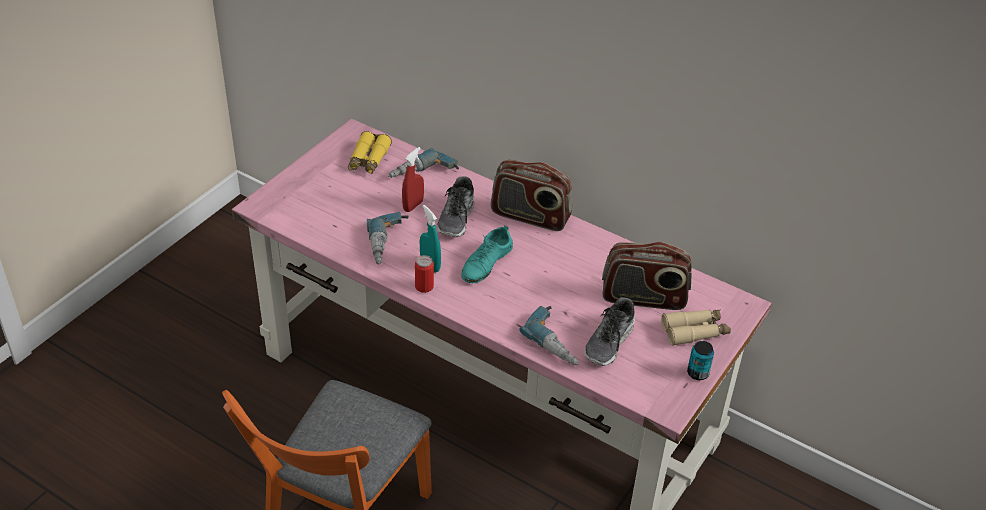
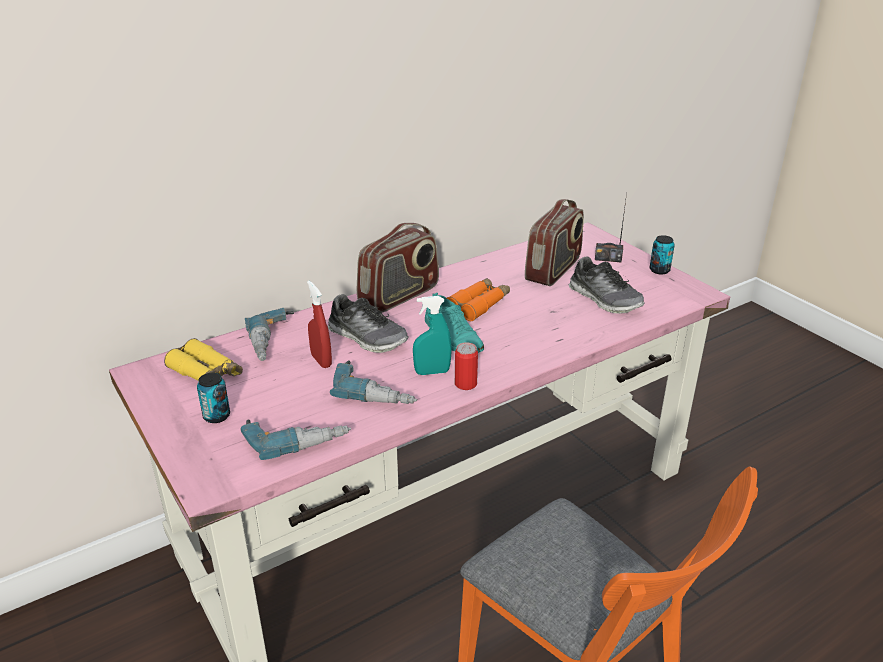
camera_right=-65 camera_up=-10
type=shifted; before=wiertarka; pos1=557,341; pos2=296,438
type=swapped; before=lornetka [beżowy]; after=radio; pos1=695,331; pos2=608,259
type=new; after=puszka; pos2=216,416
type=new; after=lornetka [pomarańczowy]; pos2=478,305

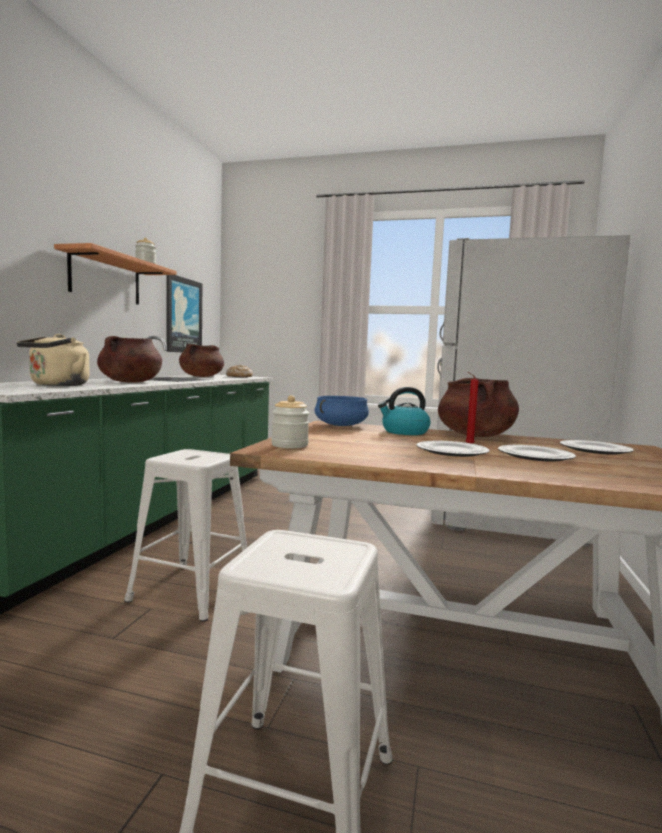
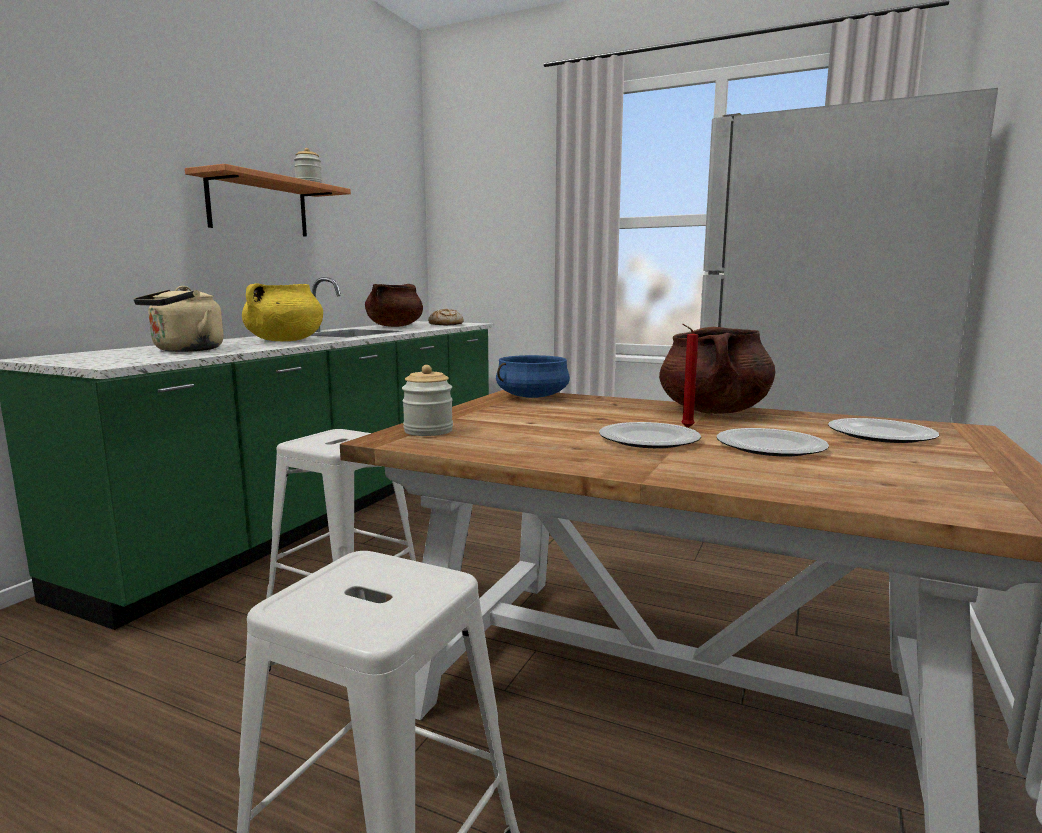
camera_right=10 camera_up=5
type=repainted; before=garnek [brązowy]; after=garnek [żółty]; pos1=130,382; pos2=285,341
type=gone; before=obraz; pos1=183,315
type=gone; before=czajnik; pos1=404,432

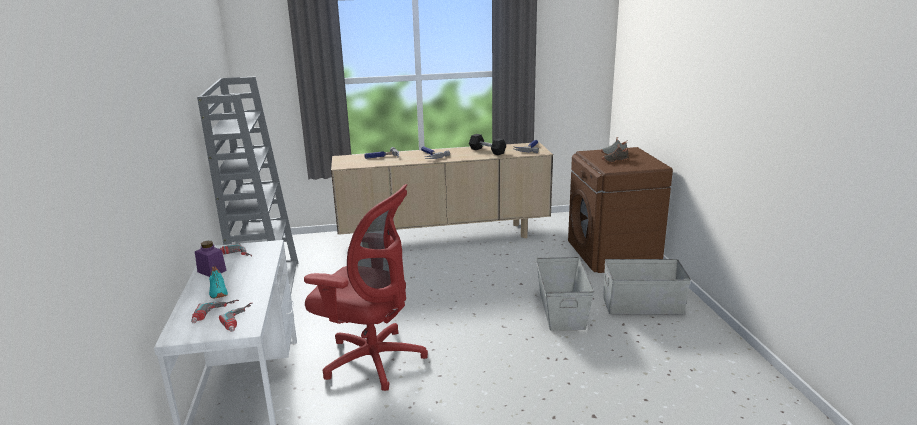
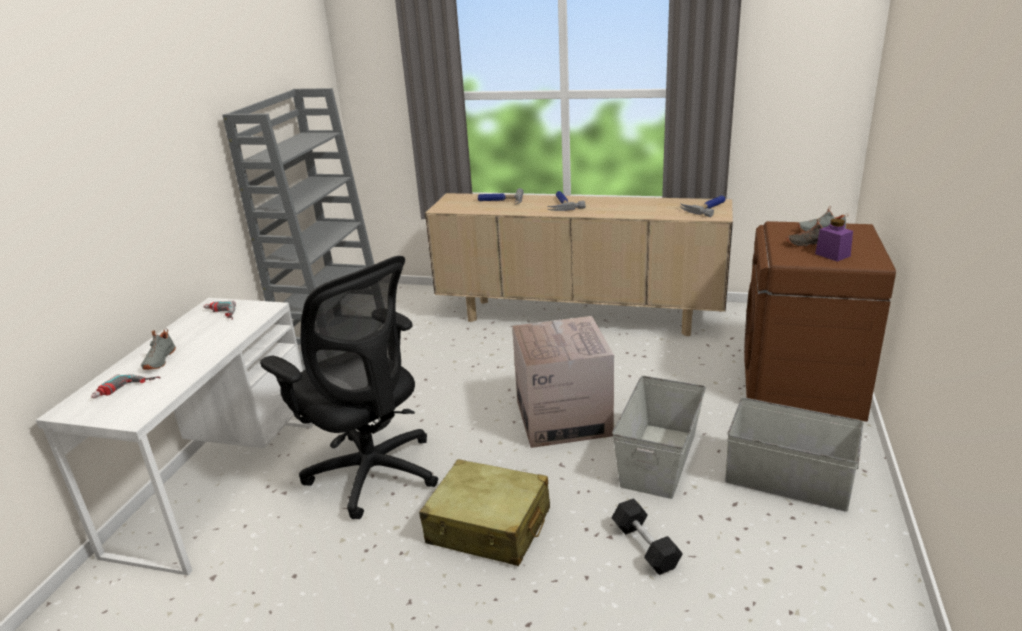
camera_right=25 camera_up=5
type=shifted; before=słoik [fioletowy]; pos1=212,271; pos2=832,255
type=repainted; before=but [turkusowy]; after=but [szary]; pos1=217,291; pos2=158,360
type=gone; before=wiertarka; pos1=242,320
type=repainted; before=krzesło biurowe [czerwony]; after=krzesło biurowe [czarny]; pos1=367,360; pos2=367,471
type=shifted; before=hantel [czarny]; pos1=487,151; pos2=645,546
type=new; after=walizka [beżowy]; pos2=489,526
type=new; after=karton; pos2=563,418

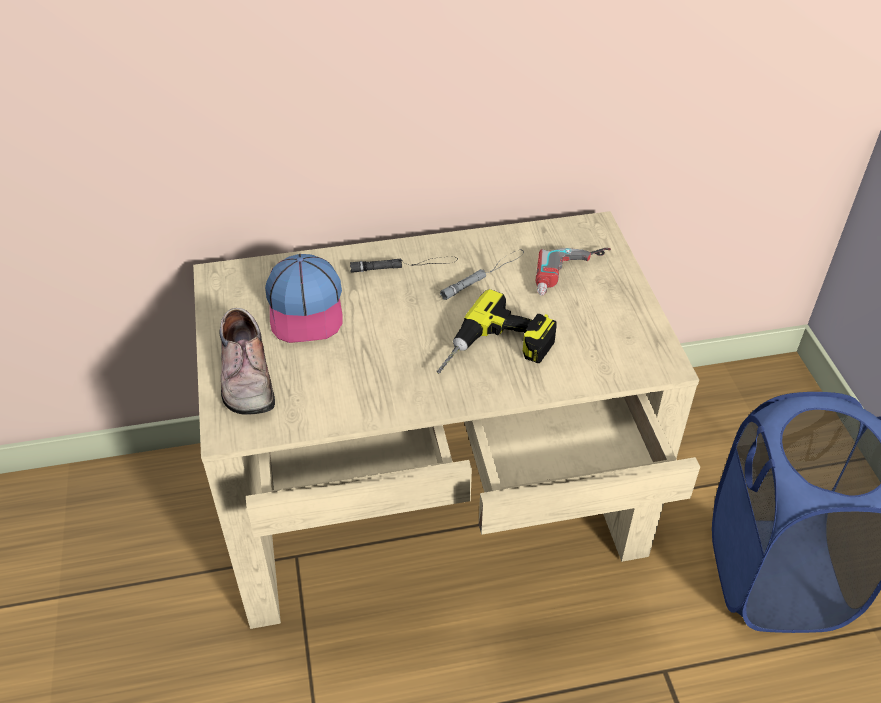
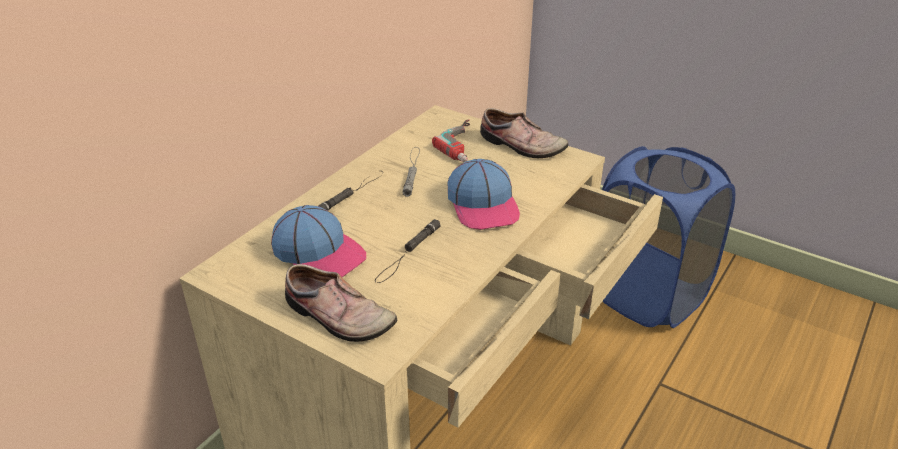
camera_right=-45 camera_up=-10
type=swapped; before=wiertarka; after=czapka z daszkiem; pos1=496,352; pos2=483,205
type=new; after=latarka [czarny]; pos2=408,254
type=new; after=but; pos2=521,146

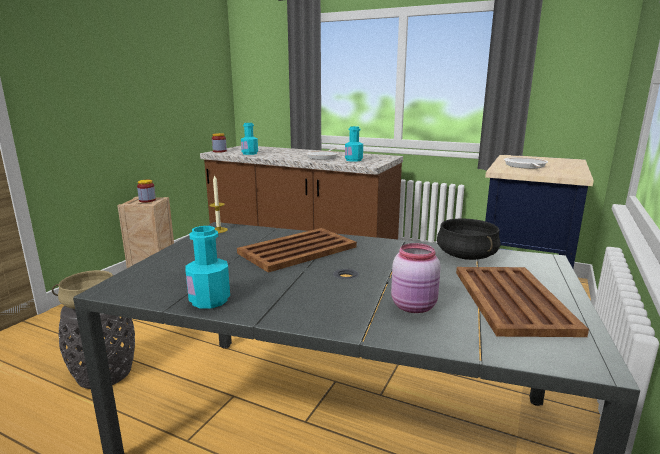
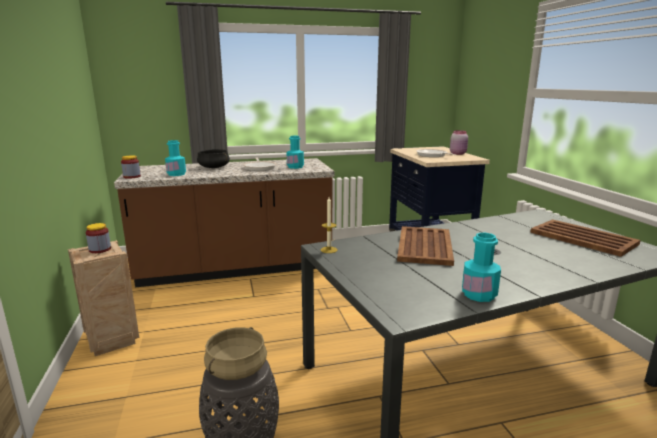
camera_right=-40 camera_up=0
type=shifted; before=słoik [różowy]; pos1=415,307; pos2=458,153
type=shifted; before=garnek [czarny]; pos1=467,256; pos2=214,167

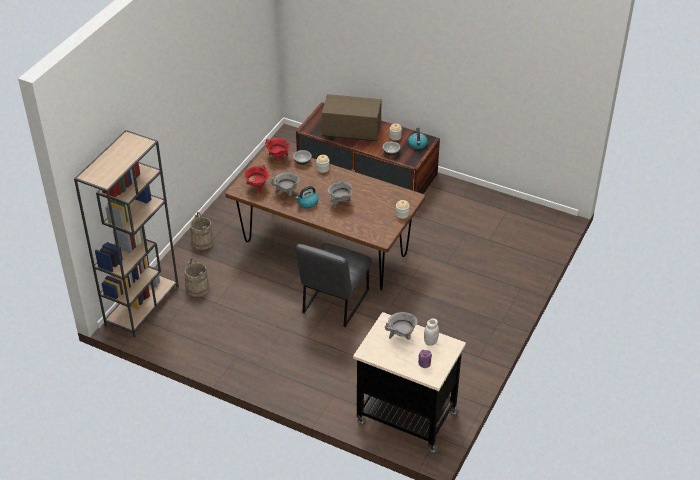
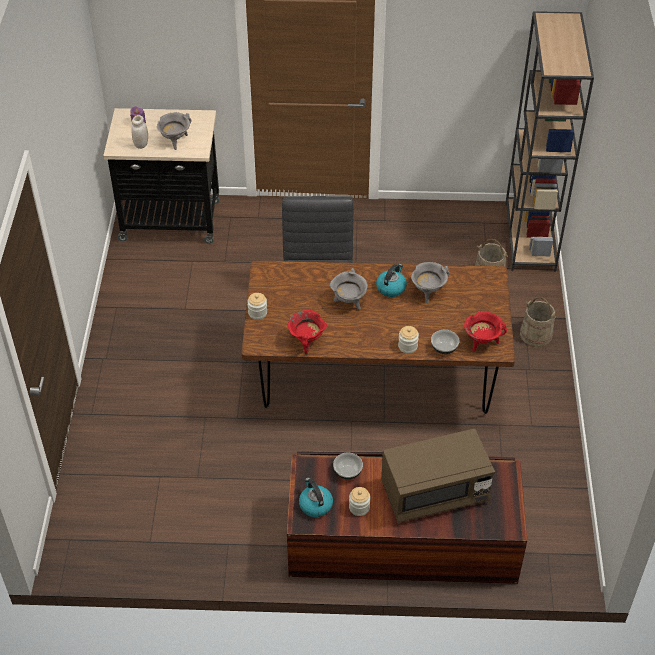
camera_right=155 camera_up=5
type=shifted; before=garnek [czerwony]; pos1=257,187; pos2=306,341

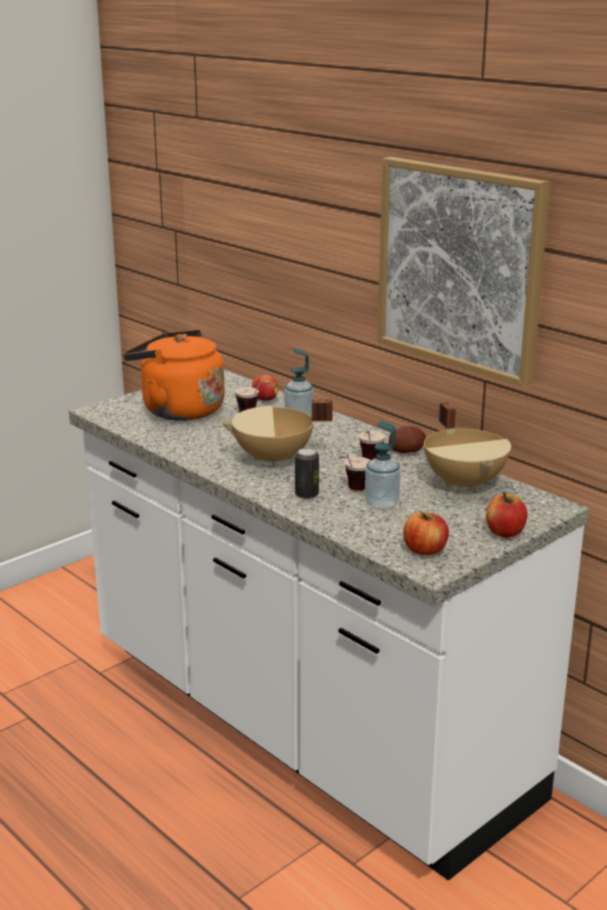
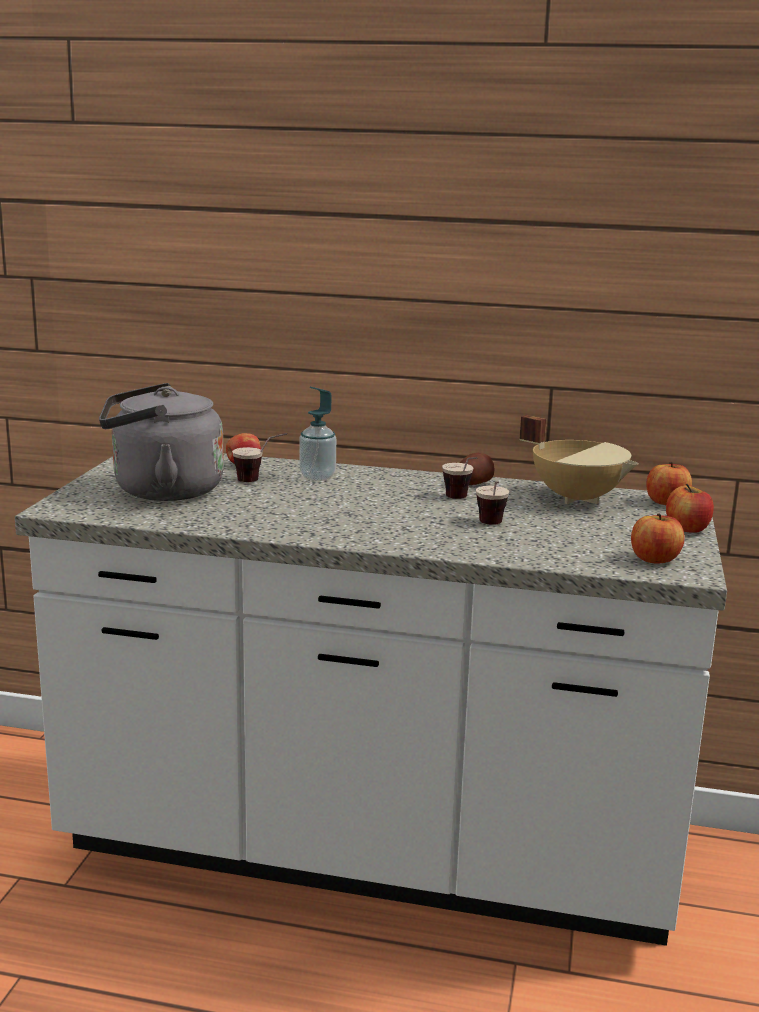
camera_right=-35 camera_up=-5
type=repainted; before=czajnik [pomarańczowy]; after=czajnik [szary]; pos1=178,410; pos2=161,491
type=gone; before=garnek [beżowy]; pos1=273,460
type=gone; before=puszka; pos1=307,494
type=gone; before=dozownik mydła; pos1=381,504
type=gone; before=obraz; pos1=460,267
type=new; after=jabłko; pos2=666,502

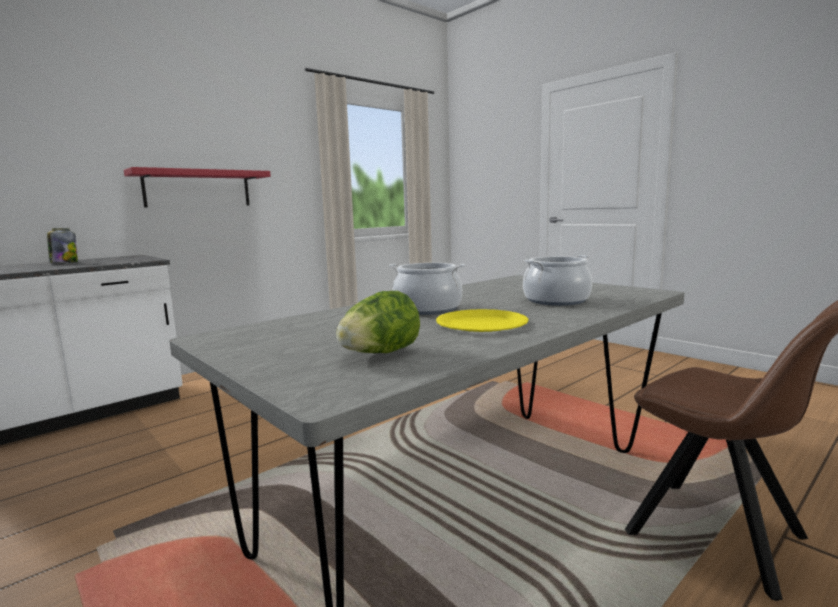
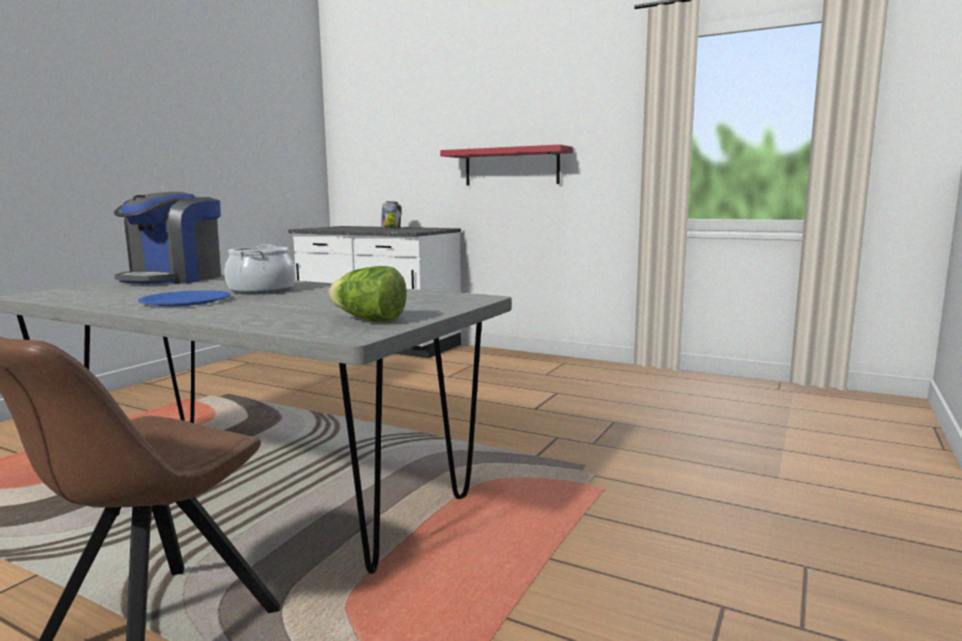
camera_right=70 camera_up=0
type=shifted; before=sałata; pos1=379,354; pos2=369,320
type=repainted; before=talerz [żółty]; after=talerz [niebieski]; pos1=481,323; pos2=186,301
type=gone; before=garnek; pos1=556,300
type=new; after=ekspres do kawy; pos2=174,279

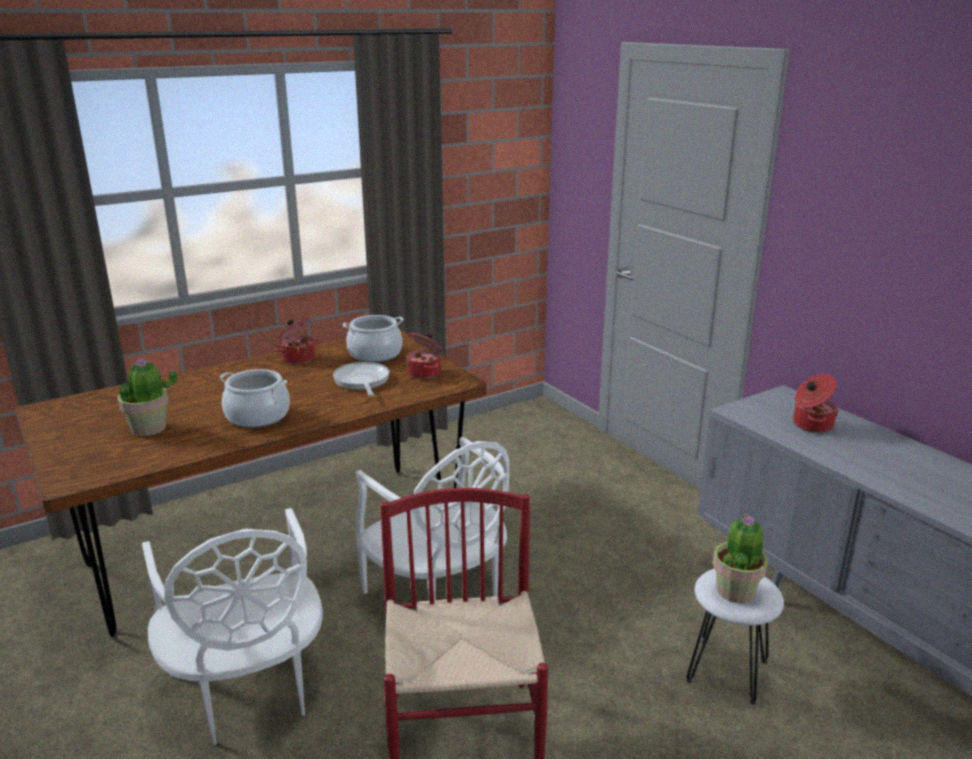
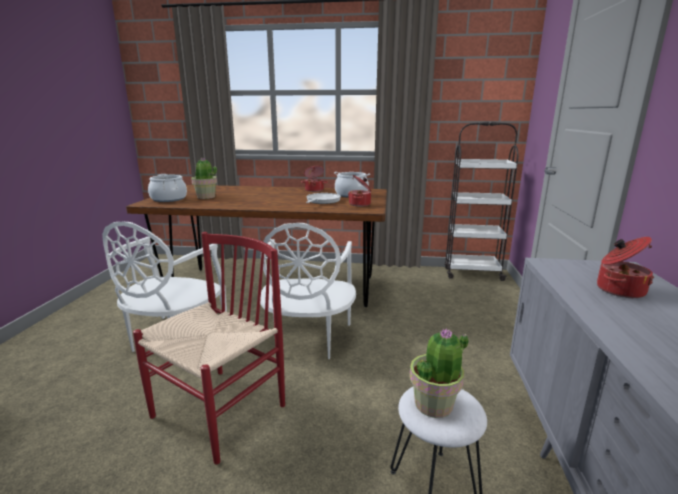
camera_right=40 camera_up=-5
type=shifted; before=garnek; pos1=258,416; pos2=169,199
type=new; after=wózek [biały]; pos2=472,274

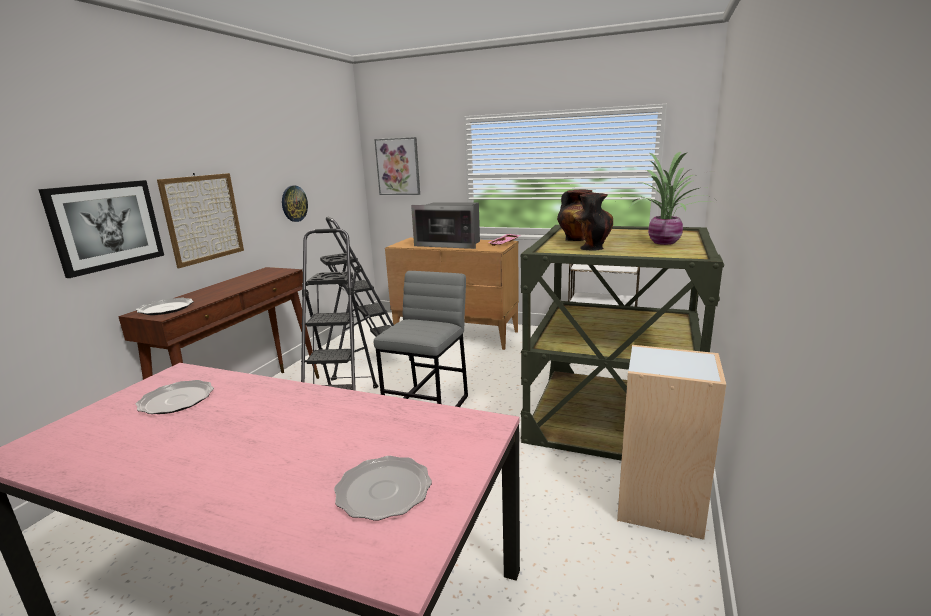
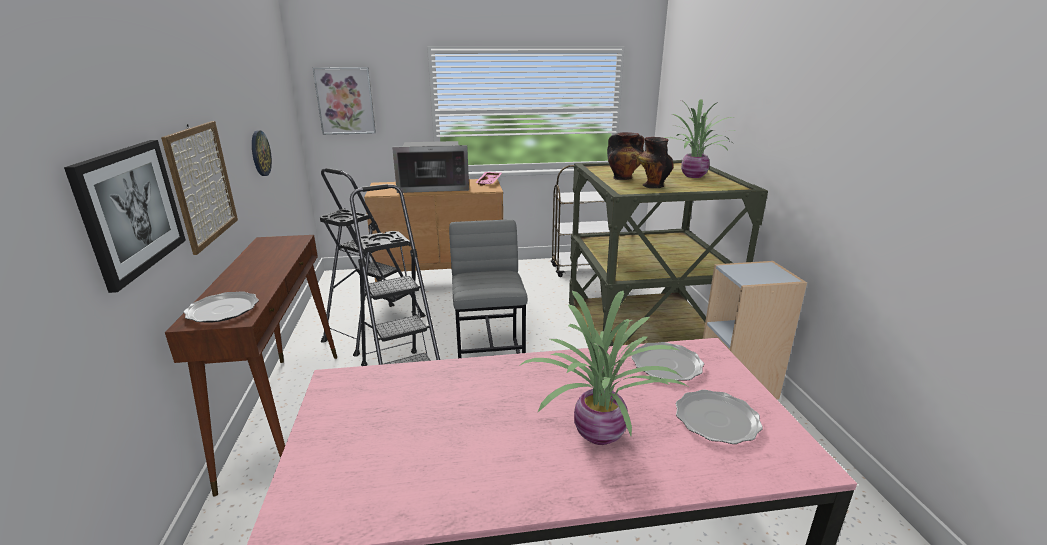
camera_right=-30 camera_up=5
type=shifted; before=talerz; pos1=177,400; pos2=667,364
type=new; after=roślina doniczkowa; pos2=600,432

